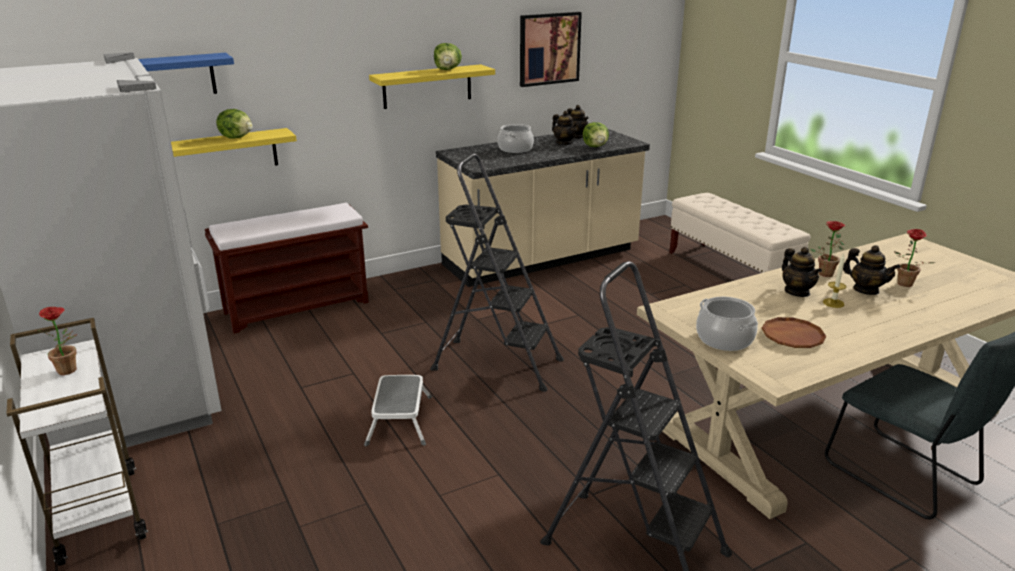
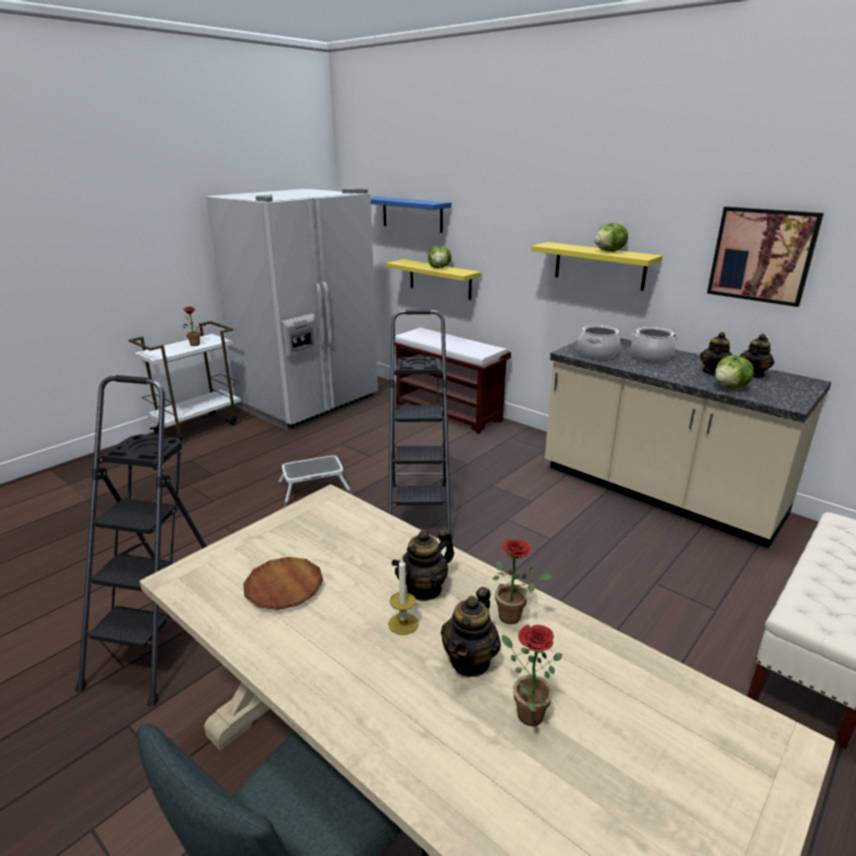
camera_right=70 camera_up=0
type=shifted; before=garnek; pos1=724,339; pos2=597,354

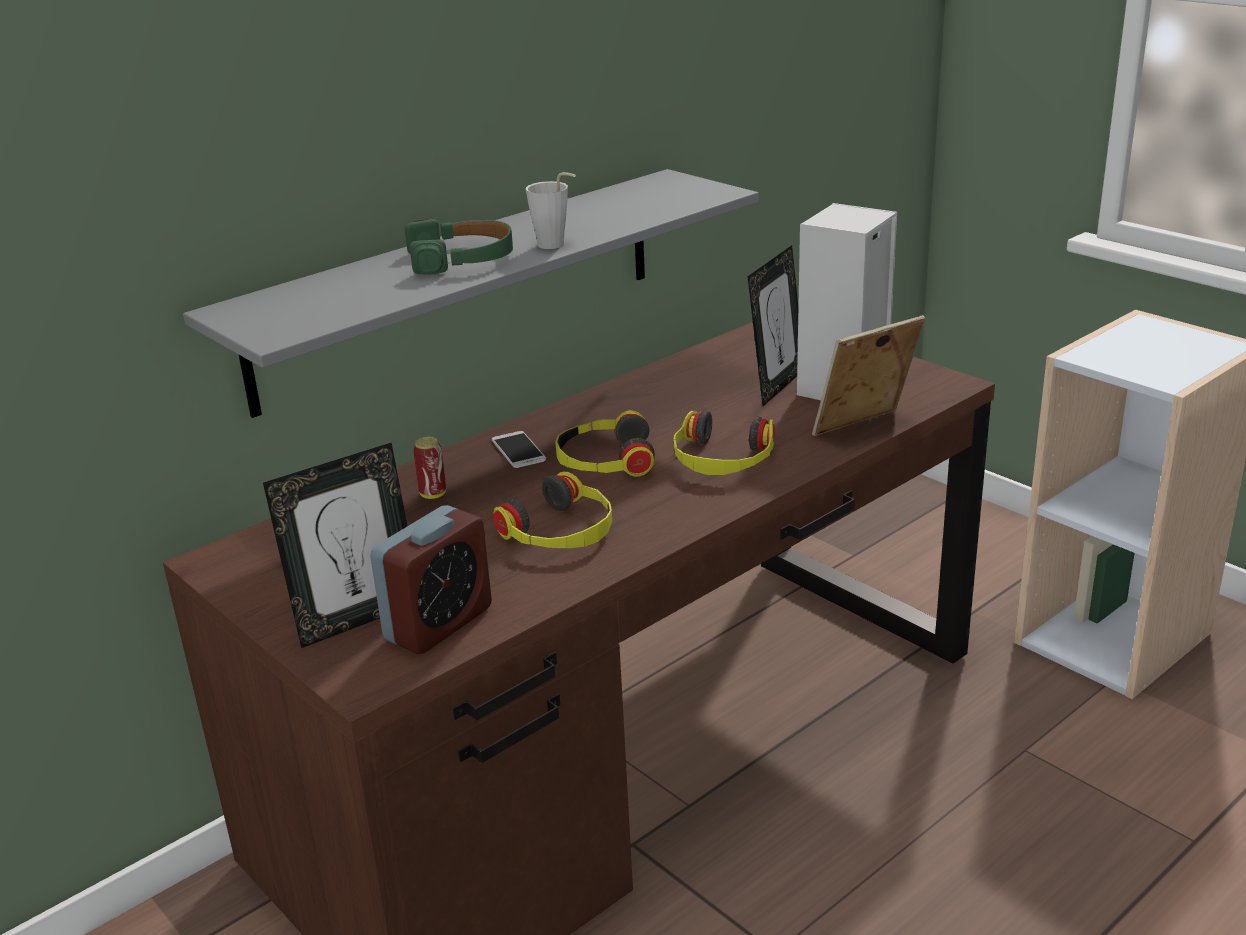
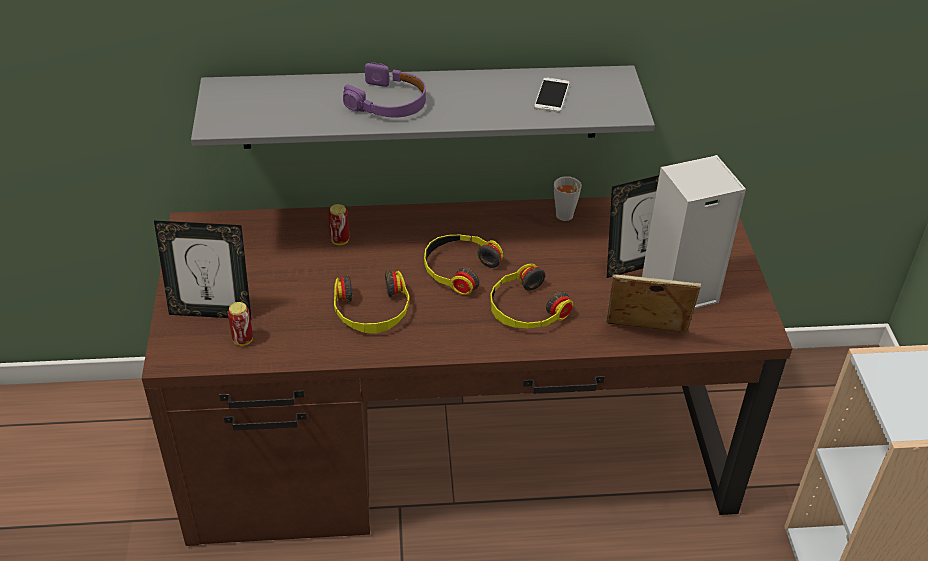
camera_right=35 camera_up=15
type=swapped; before=budzik; after=puszka; pos1=439,624; pos2=243,340
type=repainted; before=słuchawki [zielony]; after=słuchawki [fioletowy]; pos1=462,258; pos2=388,102
type=shifted; before=telefon; pos1=518,450; pos2=552,95
type=shifted; before=filiżanka [szary]; pos1=555,246; pos2=565,218

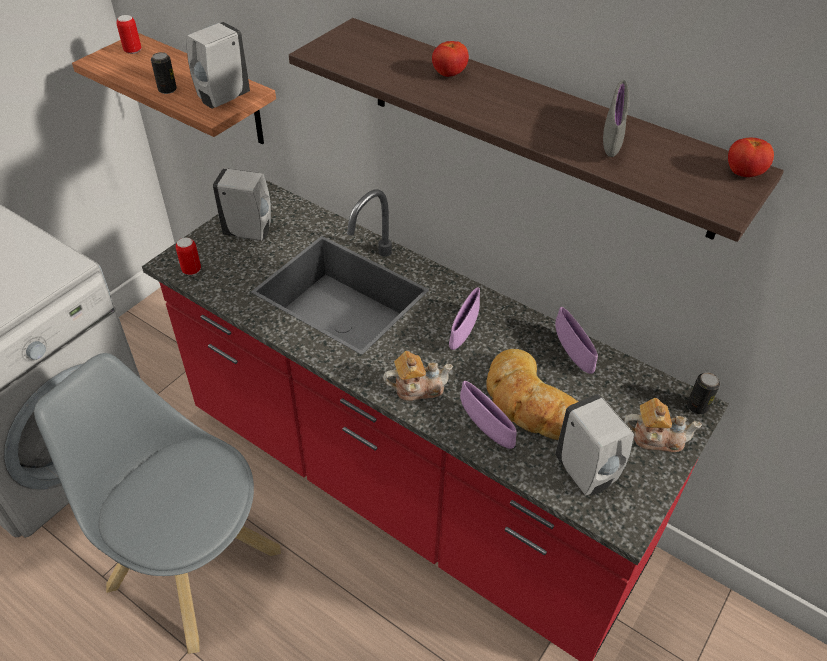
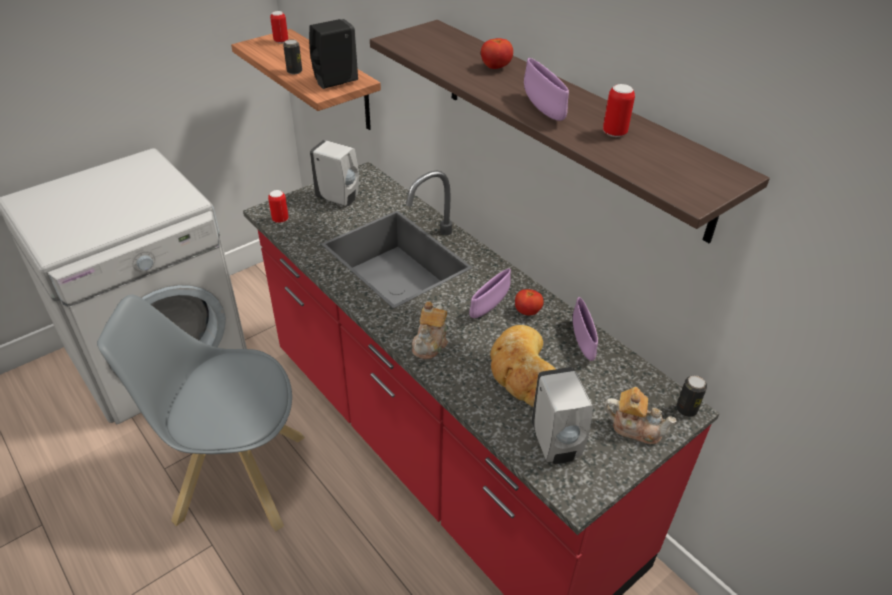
camera_right=15 camera_up=-5
type=rotated; before=krzesło [szary]; pos1=191,565; pos2=237,476; turn=-45
type=repainted; before=dozownik mydła [biały]; after=dozownik mydła [czarny]; pos1=222,99; pos2=334,83
type=rotated; before=imbryk; pos1=417,388; pos2=430,343; turn=105
type=shifted; before=miska [fioletowy]; pos1=485,428; pos2=543,109
type=swapped; before=miska [szary]; after=puszka; pos1=612,140; pos2=614,133
type=shifted; before=pomidor; pos1=743,173; pos2=527,312

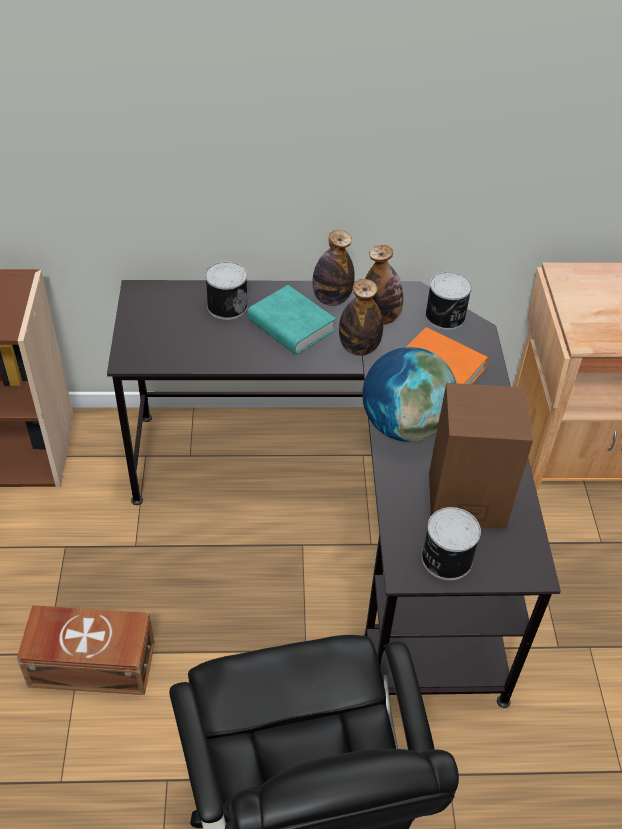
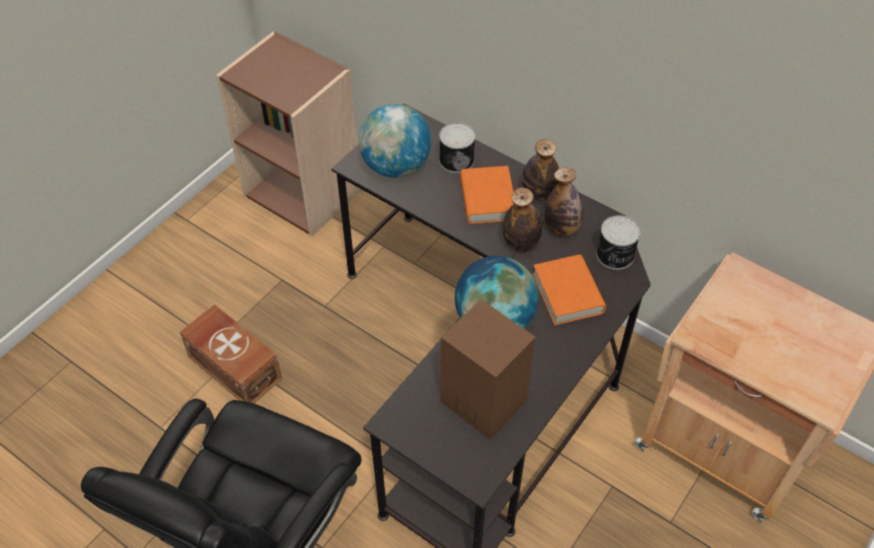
camera_right=40 camera_up=5
type=repainted; before=książka [turkusowy]; after=książka [pomarańczowy]; pos1=291,326; pos2=487,199
type=gone; before=puszka; pos1=445,558
type=new; after=globus; pos2=396,166

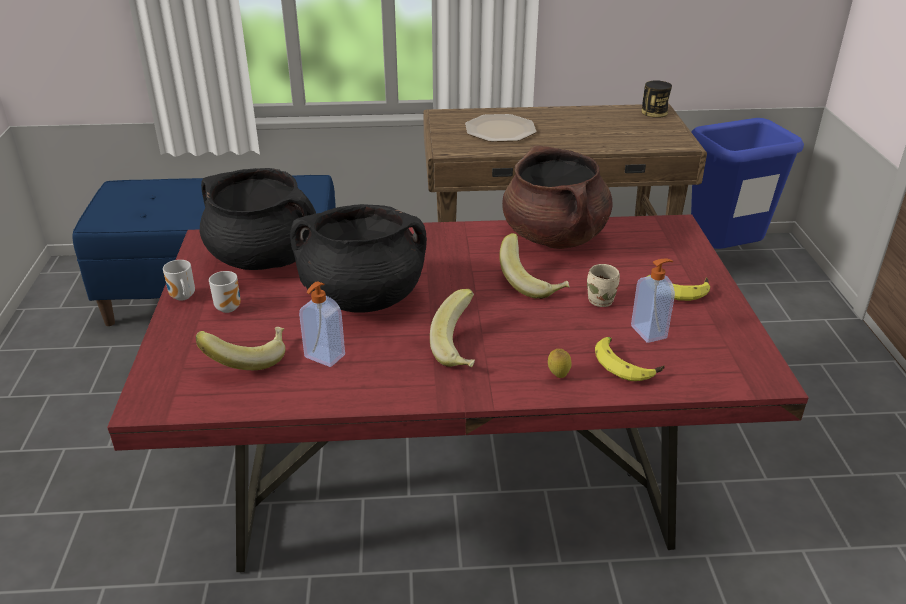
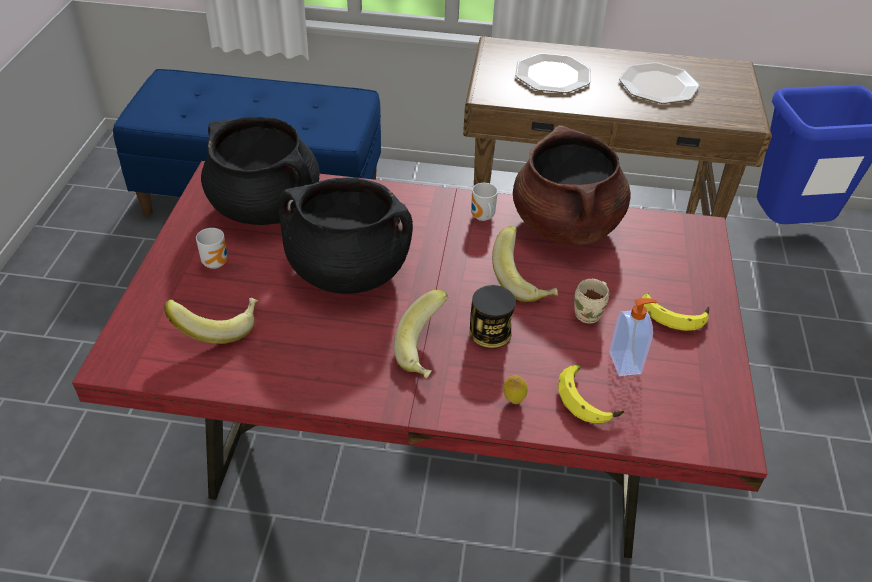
camera_right=10 camera_up=10
type=shifted; before=kubek; pos1=182,298; pos2=482,218
type=gone; before=dozownik mydła; pos1=324,357
type=shifted; before=puszka; pos1=654,112; pos2=490,333
type=new; after=talerz; pos2=658,85

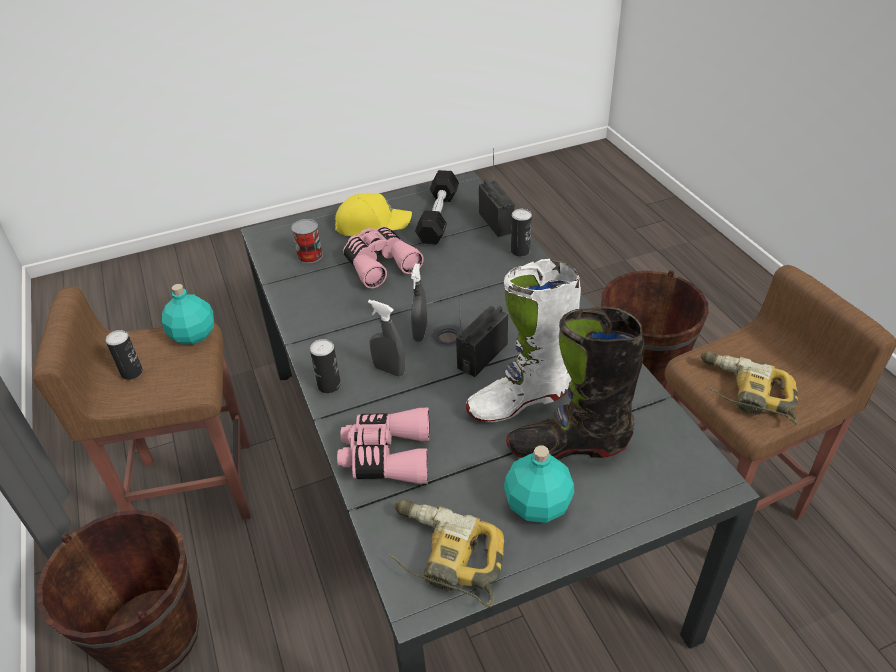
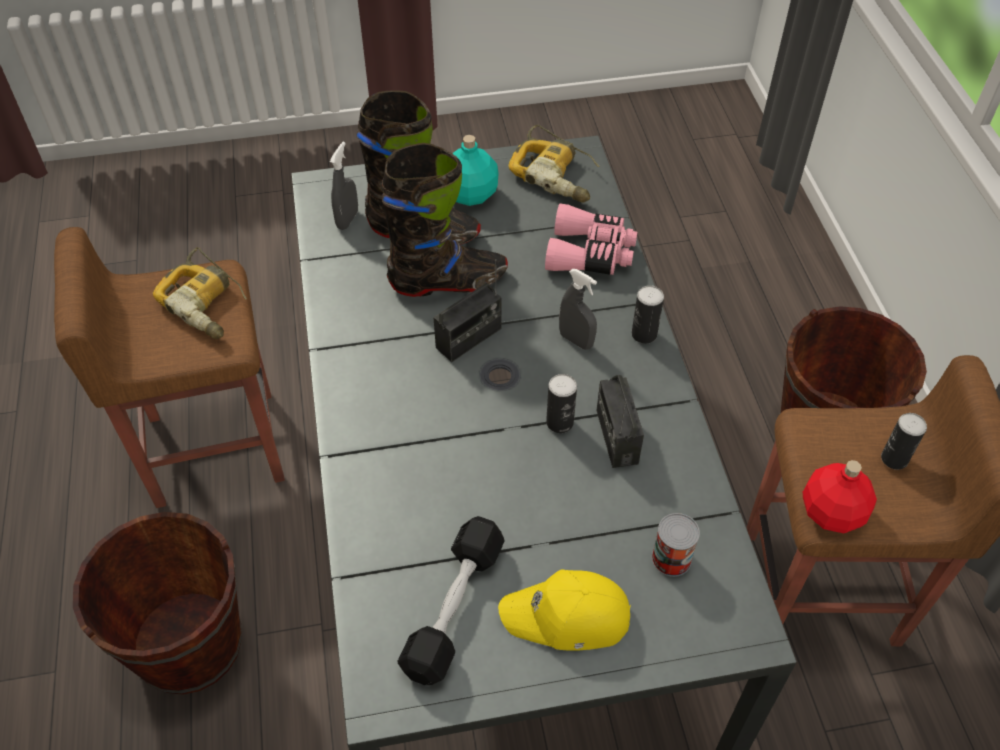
camera_right=-170 camera_up=10
type=repainted; before=butelka [turkusowy]; after=butelka [czerwony]; pos1=192,335; pos2=832,512
type=gone; before=lornetka [różowy]; pos1=379,263
type=shifted; before=spryskiwacz [szary]; pos1=420,333; pos2=347,219
type=repainted; before=but z cholewką [biały]; after=but z cholewką [czarny]; pos1=520,400; pos2=448,282
type=shifted; before=radio; pos1=496,222; pos2=616,437
type=shifted; before=puszka; pos1=520,251; pos2=559,422

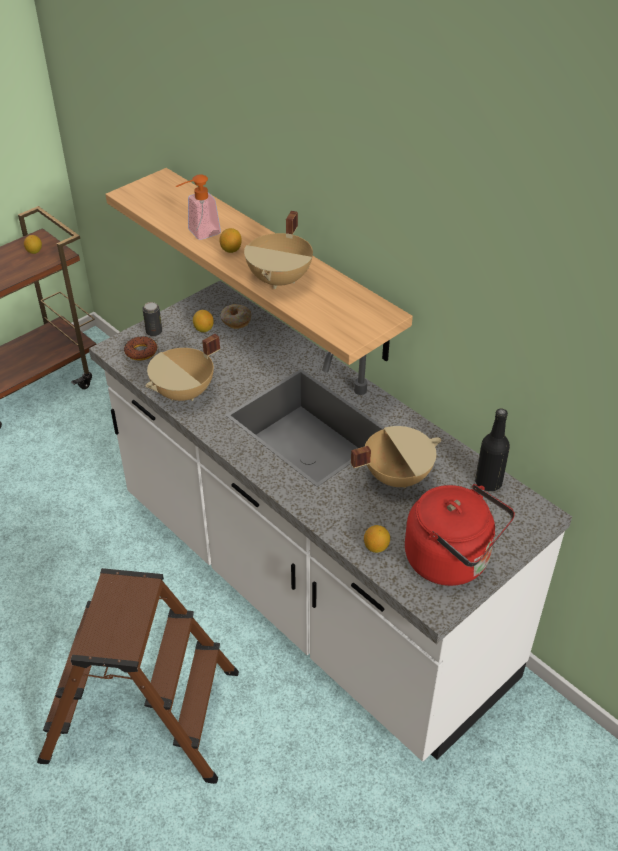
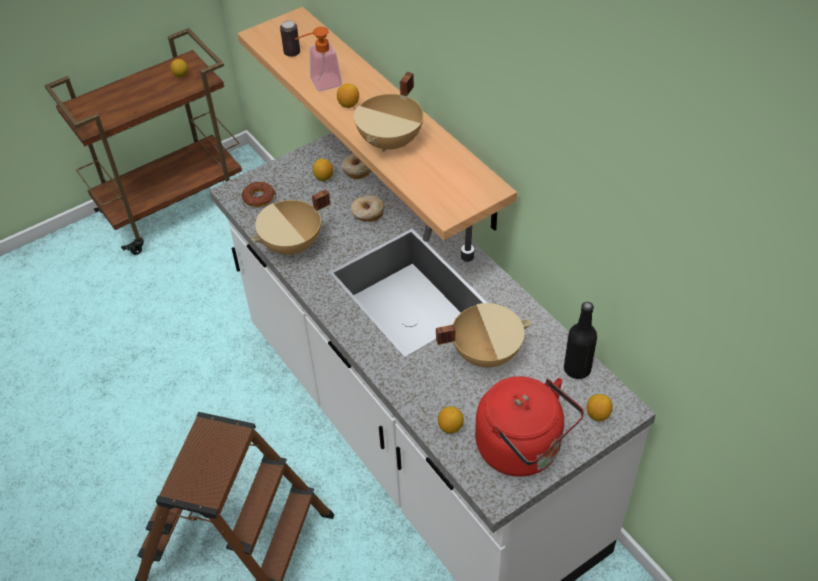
camera_right=10 camera_up=5
type=shifted; before=puszka; pos1=154,332; pos2=292,52
type=new; after=donut; pos2=367,213
type=new; after=cytryna; pos2=597,414

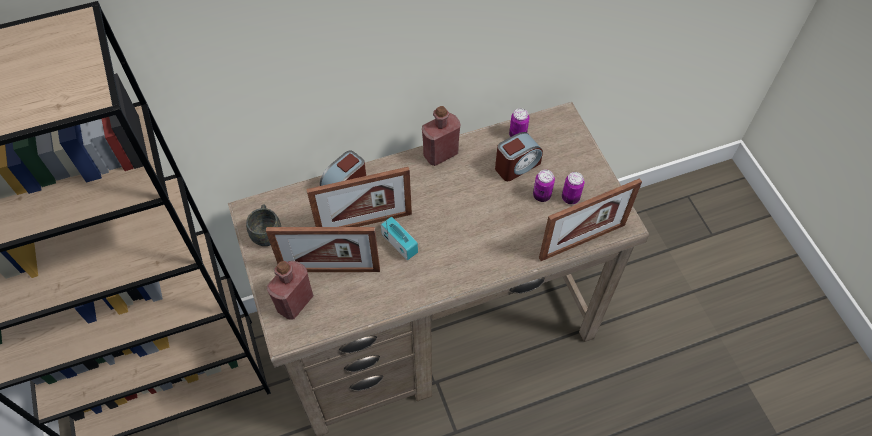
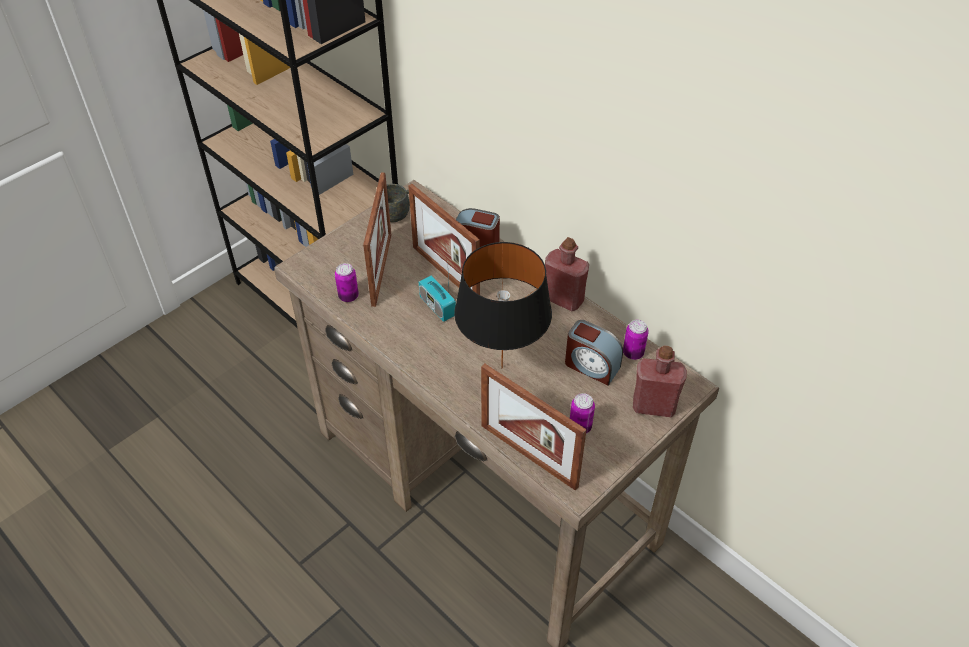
camera_right=65 camera_up=-10
type=rotated; before=ramka na zdjęcie; pos1=330,270; pos2=381,269; turn=-150
type=shifted; before=butelka [czerwony]; pos1=295,302; pos2=653,406
type=rotated; before=radio; pos1=399,244; pos2=437,306; turn=120
type=shifted; before=puszka; pos1=541,195; pos2=348,296
type=new; after=lampa stołowa [czarny]; pos2=500,367

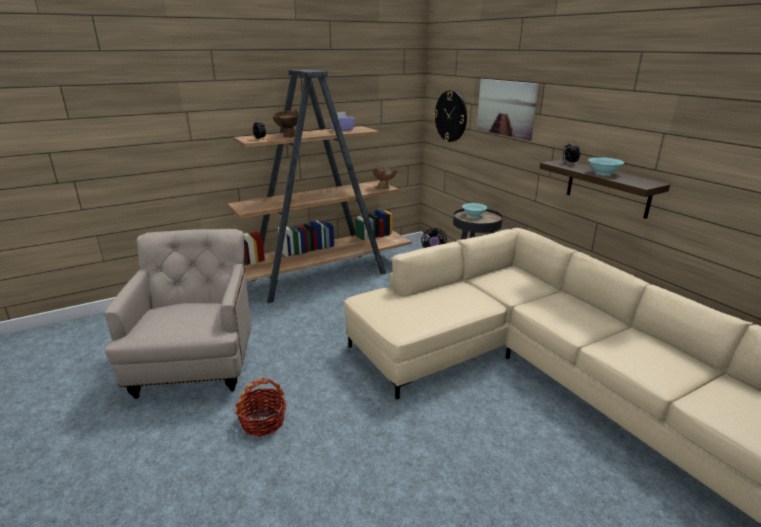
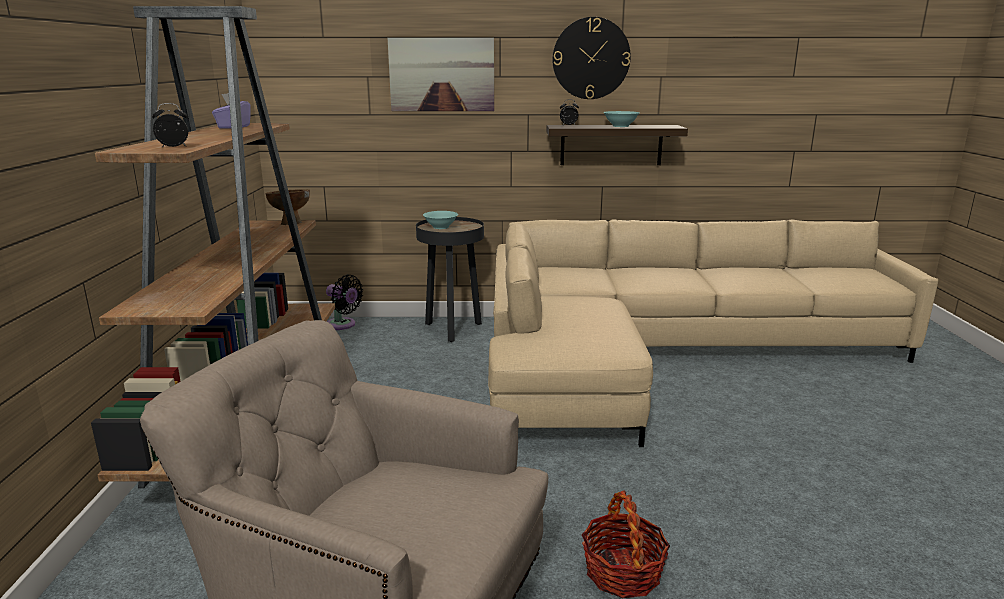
camera_right=-60 camera_up=-5
type=gone; before=miska [brązowy]; pos1=288,136
type=shifted; before=zegar ścienny; pos1=451,116; pos2=591,58

